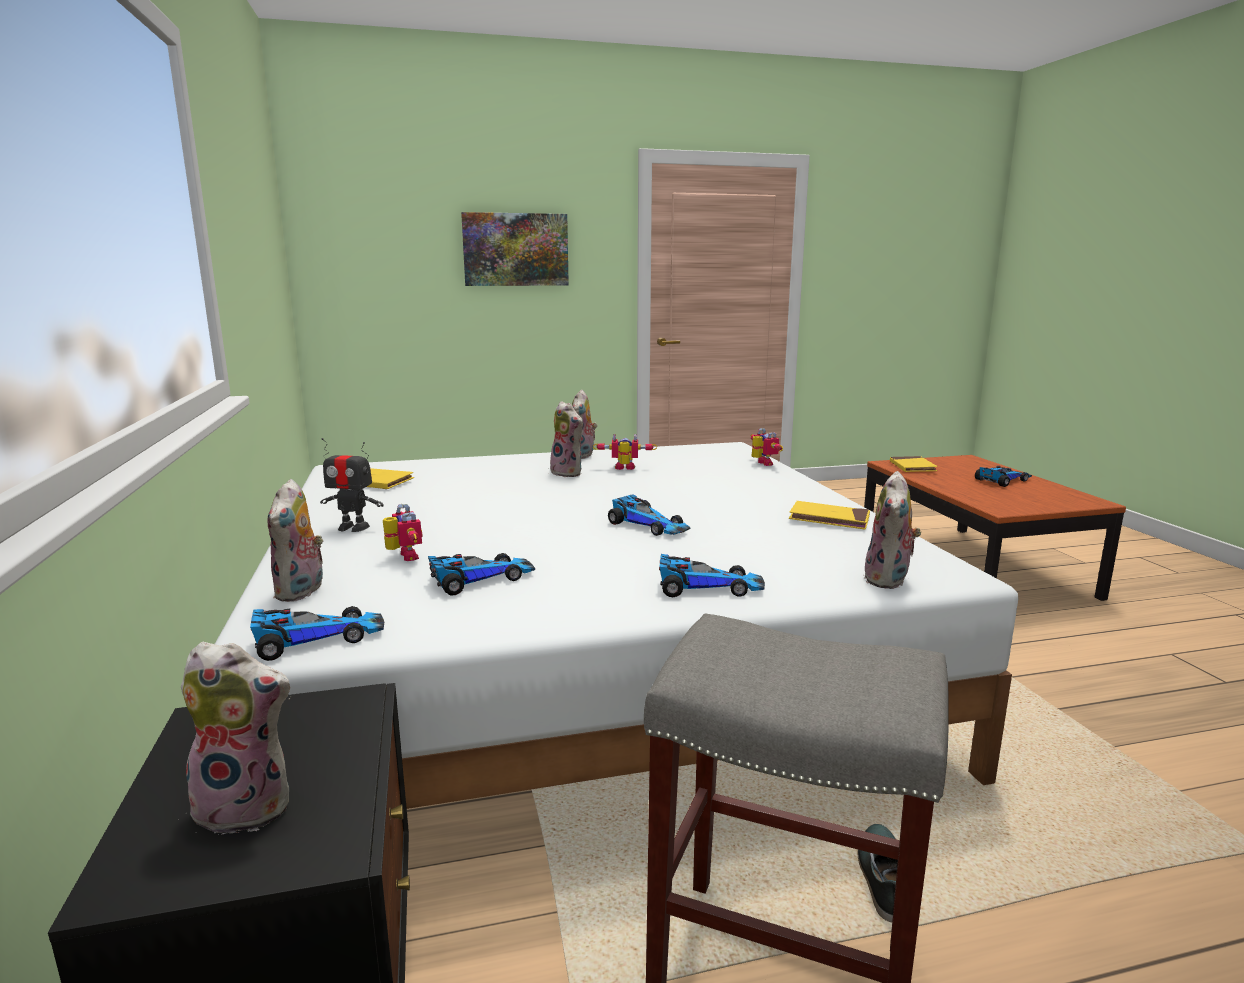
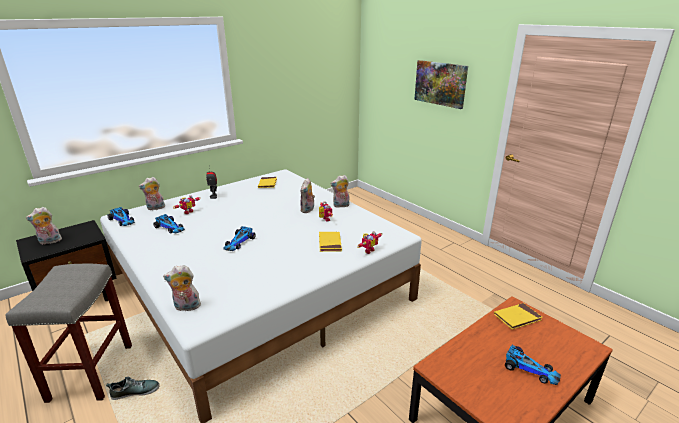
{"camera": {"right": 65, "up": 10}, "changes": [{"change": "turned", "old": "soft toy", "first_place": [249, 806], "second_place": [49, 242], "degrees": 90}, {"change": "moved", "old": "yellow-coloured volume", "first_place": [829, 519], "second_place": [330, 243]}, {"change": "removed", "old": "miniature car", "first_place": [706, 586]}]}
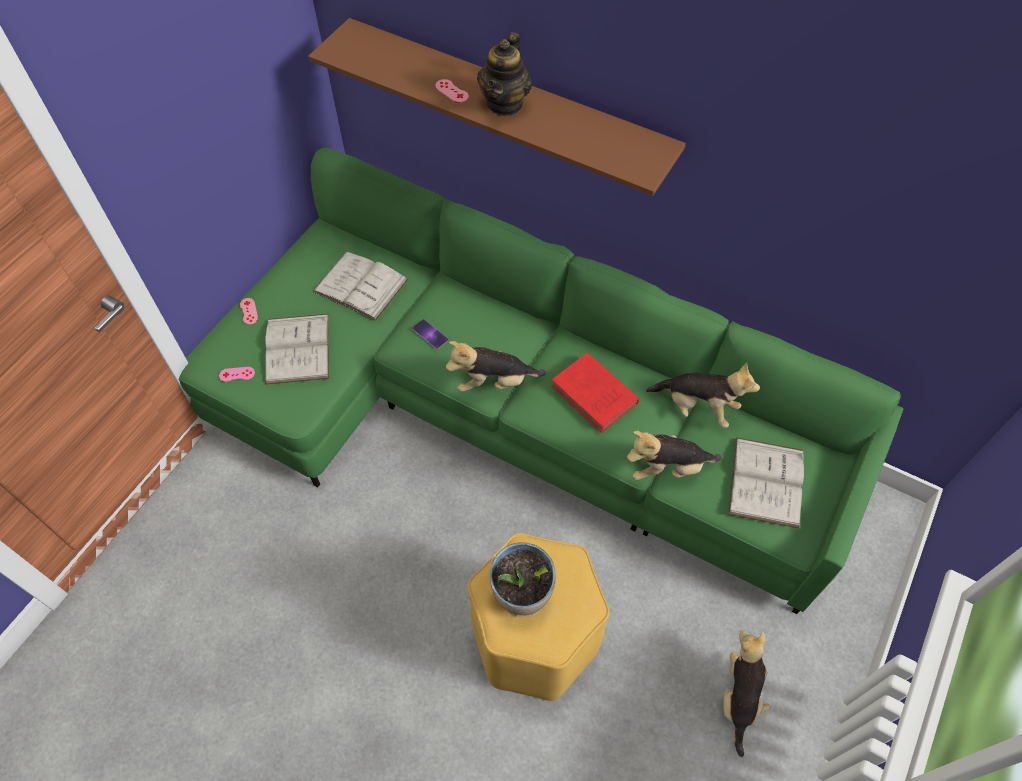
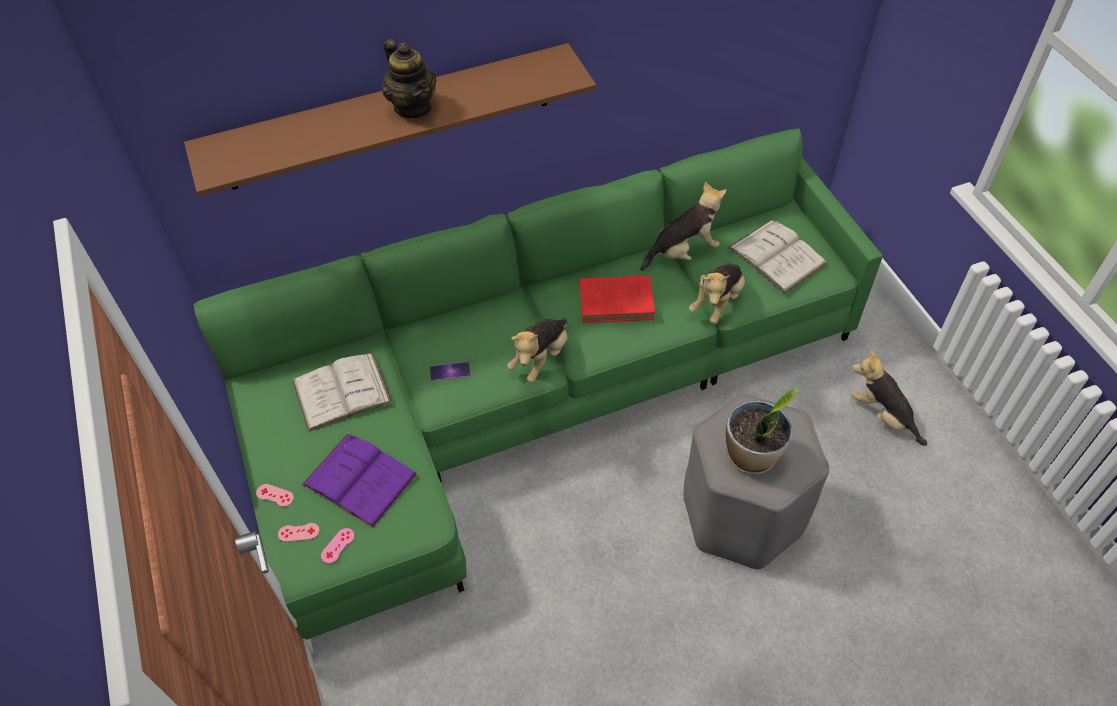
{"camera": {"right": -50, "up": -5}, "changes": [{"change": "moved", "old": "pink-coloured joypad", "first_place": [452, 91], "second_place": [299, 532]}, {"change": "recoloured", "old": "white volume", "new": "purple-coloured volume", "first_place": [297, 348], "second_place": [360, 479]}, {"change": "recoloured", "old": "yellow-coloured stool", "new": "grey stool", "first_place": [534, 640], "second_place": [743, 515]}]}
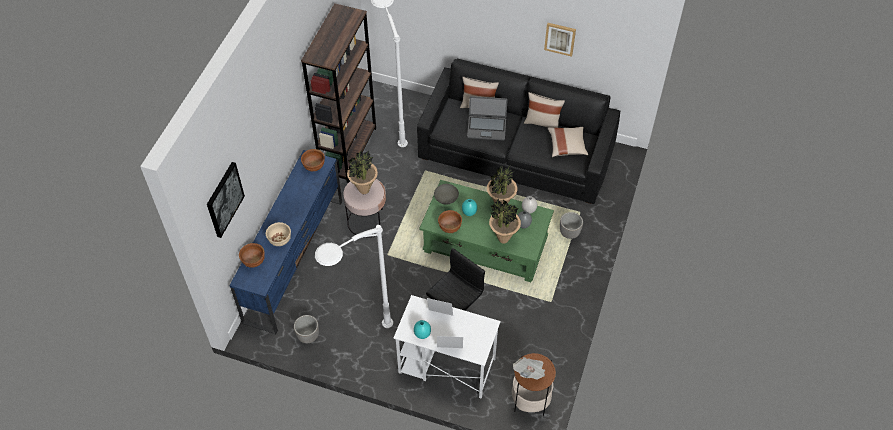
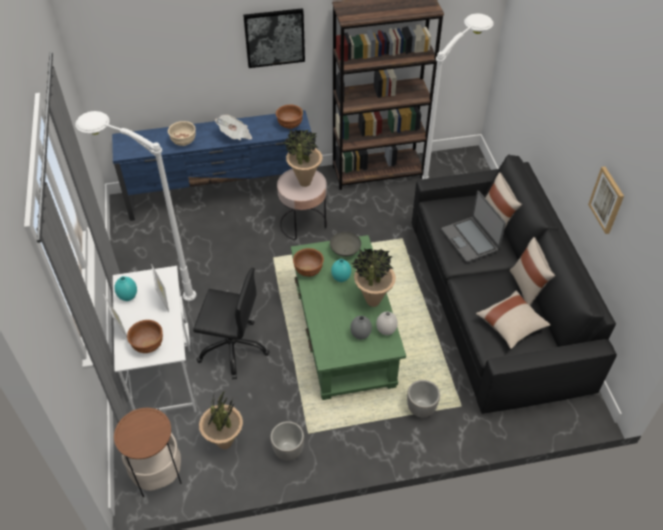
{"camera": {"right": 60, "up": -5}, "changes": [{"change": "moved", "old": "brown-coloured deep dish", "first_place": [253, 261], "second_place": [148, 345]}, {"change": "moved", "old": "plant in a pot", "first_place": [503, 239], "second_place": [225, 443]}, {"change": "moved", "old": "printed paper", "first_place": [530, 372], "second_place": [235, 135]}, {"change": "moved", "old": "picture", "first_place": [224, 199], "second_place": [274, 37]}, {"change": "moved", "old": "planter", "first_place": [308, 337], "second_place": [288, 451]}]}
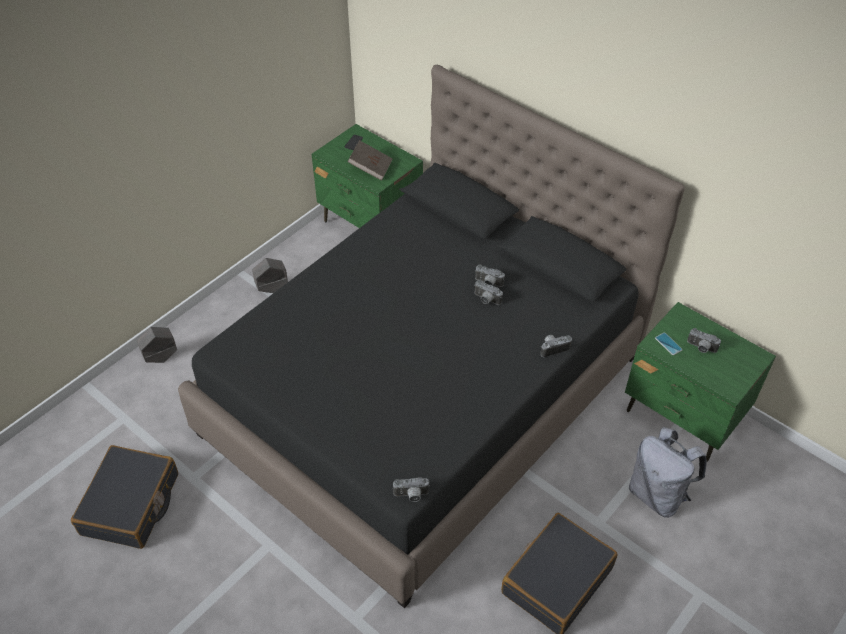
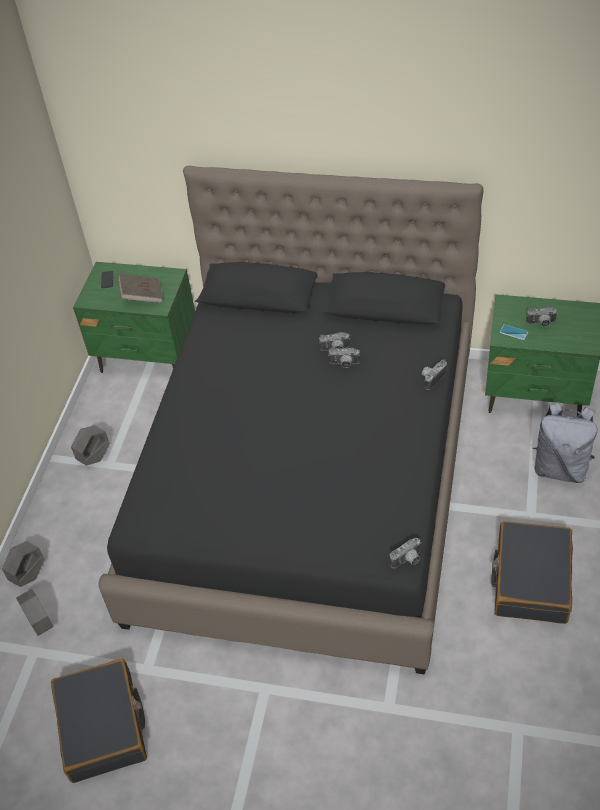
{"camera": {"right": -25, "up": 0}, "changes": [{"change": "added", "new": "grey planter", "second_place": [40, 623]}]}
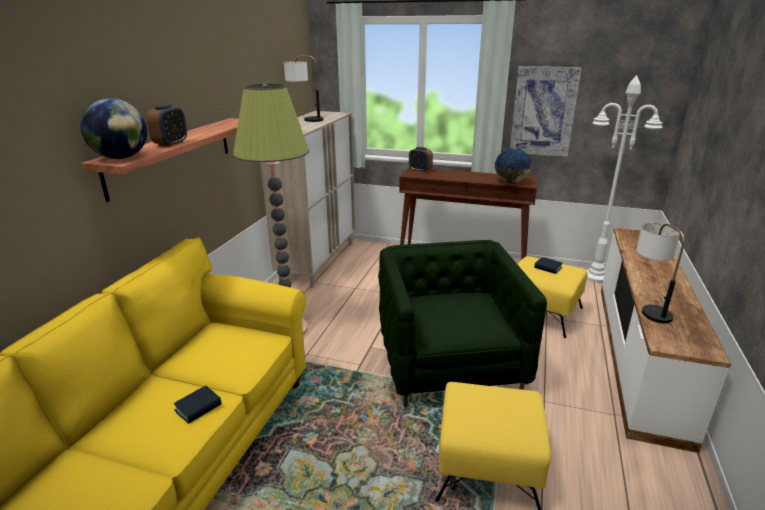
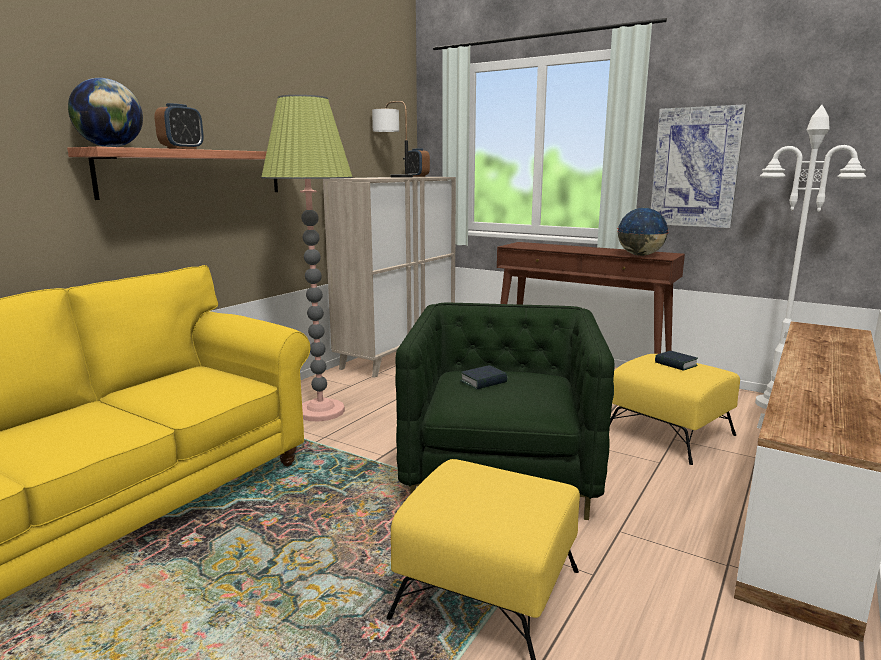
{"camera": {"right": 15, "up": -10}, "changes": [{"change": "moved", "old": "alarm clock", "first_place": [420, 170], "second_place": [417, 176]}, {"change": "moved", "old": "volume", "first_place": [198, 408], "second_place": [483, 382]}, {"change": "removed", "old": "lamp for a table", "first_place": [648, 307]}]}
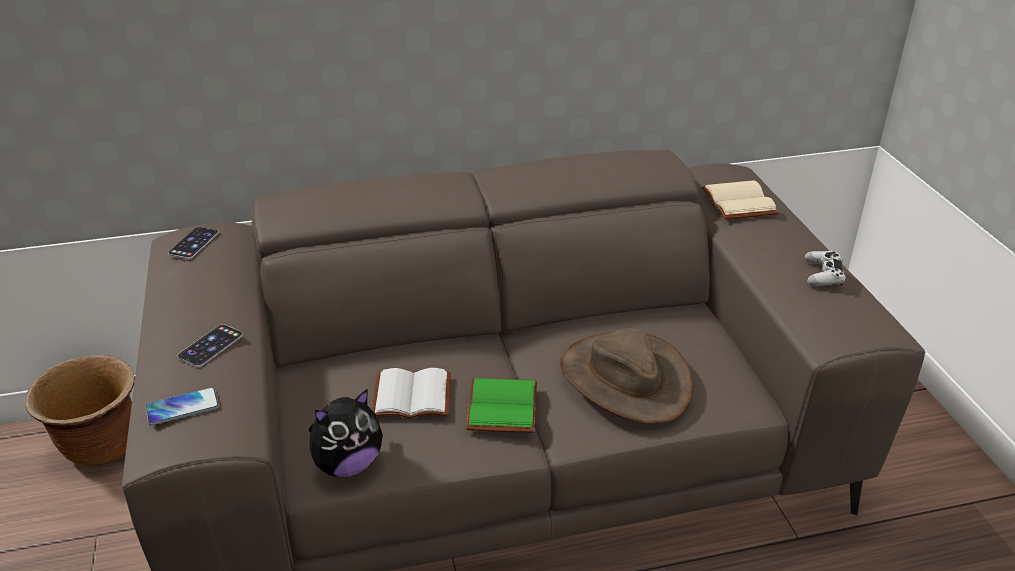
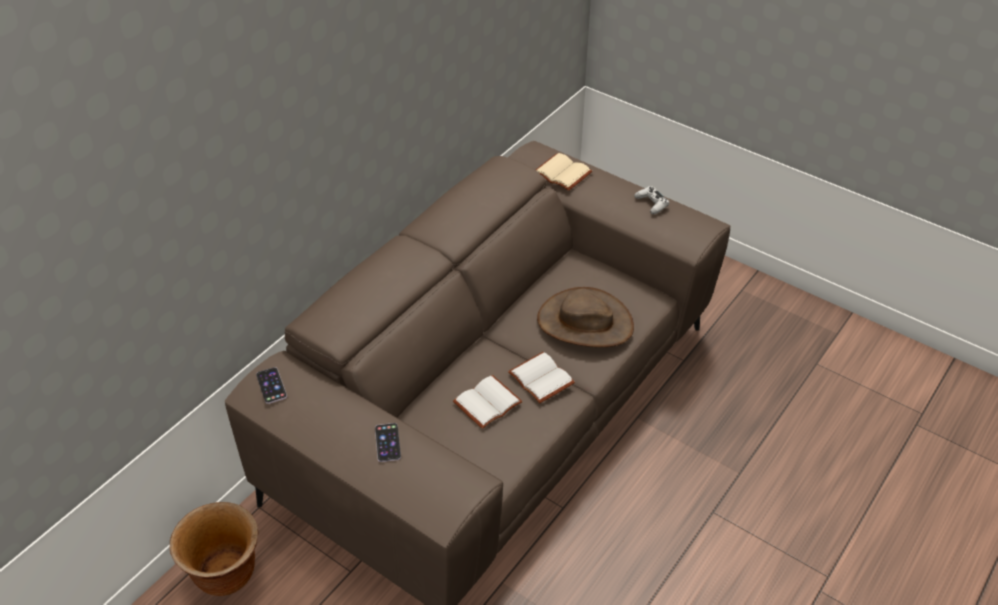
{"camera": {"right": -40, "up": 10}, "changes": [{"change": "recoloured", "old": "greenish volume", "new": "white volume", "first_place": [500, 406], "second_place": [539, 378]}, {"change": "removed", "old": "handset", "first_place": [182, 407]}, {"change": "removed", "old": "soft toy", "first_place": [347, 464]}]}
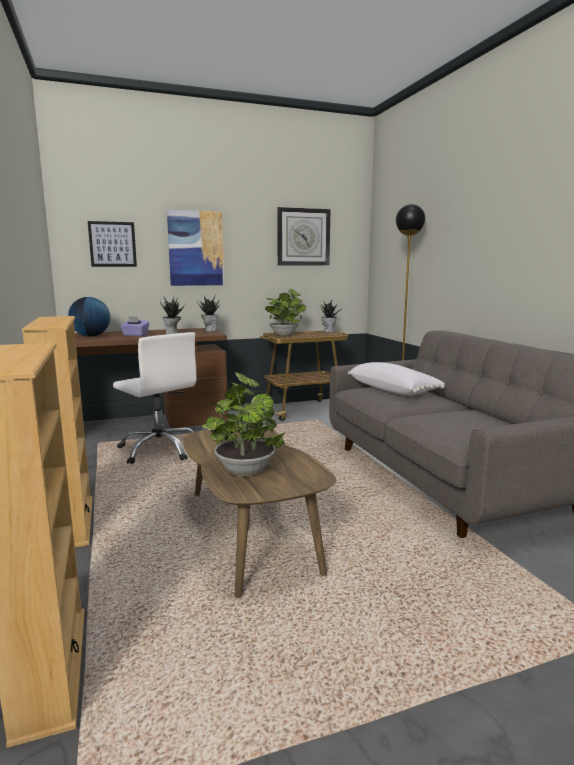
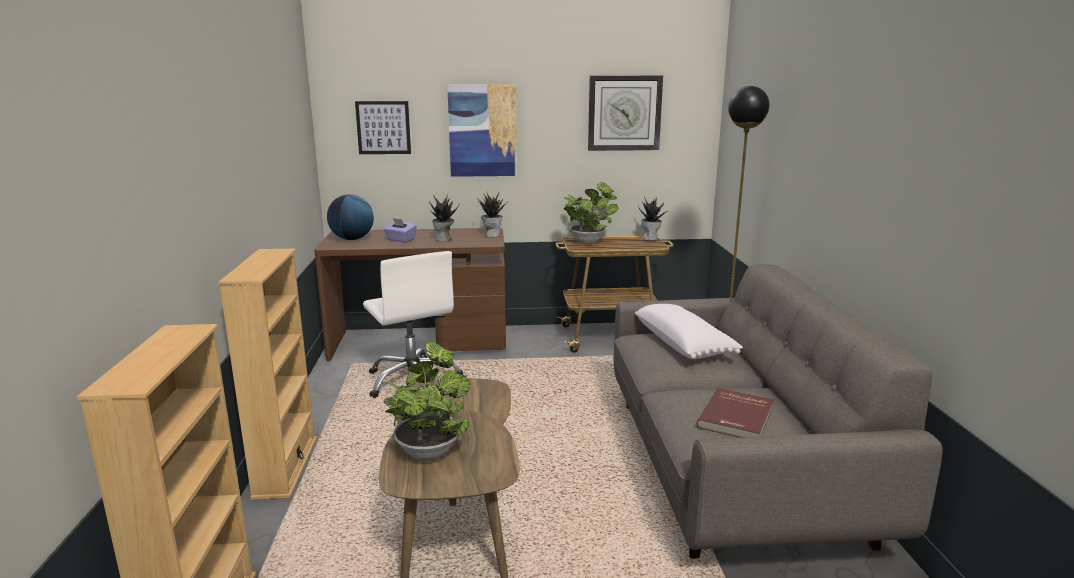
{"camera": {"right": 15, "up": 5}, "changes": [{"change": "added", "new": "red-coloured volume", "second_place": [737, 417]}]}
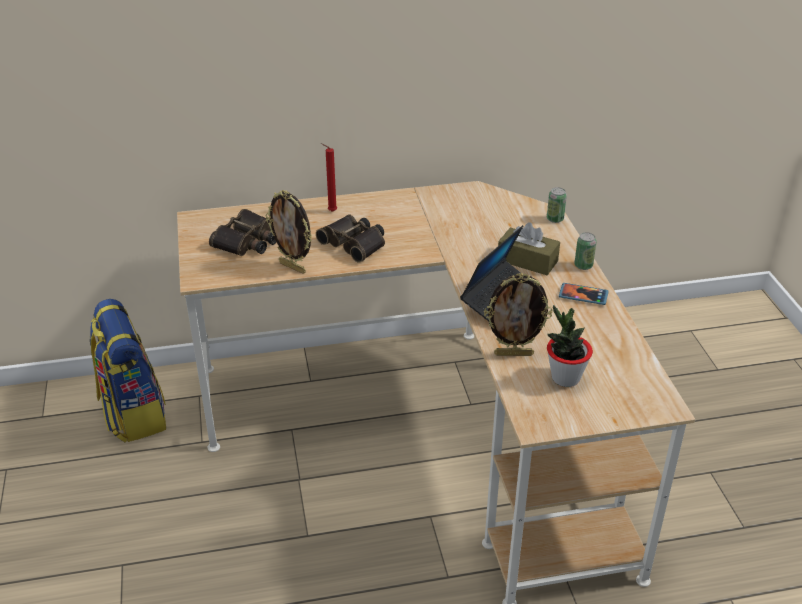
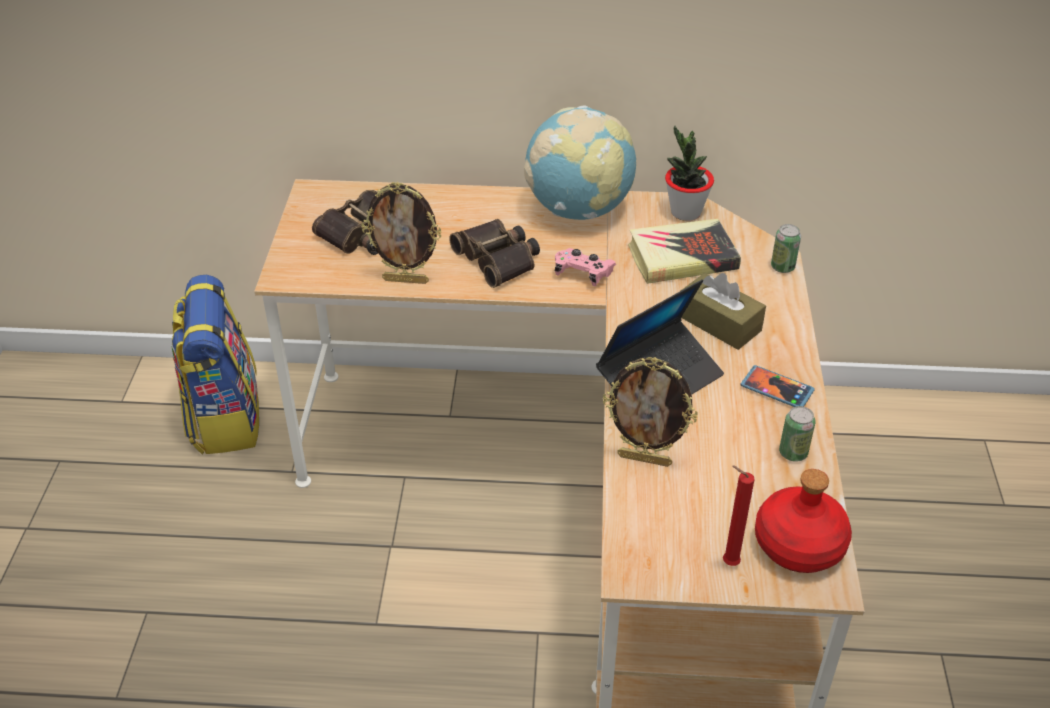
{"camera": {"right": 15, "up": 5}, "changes": [{"change": "turned", "old": "photo frame", "first_place": [293, 267], "second_place": [406, 280], "degrees": -45}, {"change": "added", "new": "globe", "second_place": [578, 210]}, {"change": "added", "new": "pink-coloured joypad", "second_place": [583, 274]}, {"change": "added", "new": "volume", "second_place": [682, 257]}, {"change": "moved", "old": "plant in a pot", "first_place": [565, 378], "second_place": [685, 212]}, {"change": "moved", "old": "red-coloured wax candle", "first_place": [330, 211], "second_place": [727, 563]}, {"change": "added", "new": "red-coloured beverage bottle", "second_place": [799, 546]}, {"change": "moved", "old": "sealed can", "first_place": [583, 266], "second_place": [793, 453]}]}
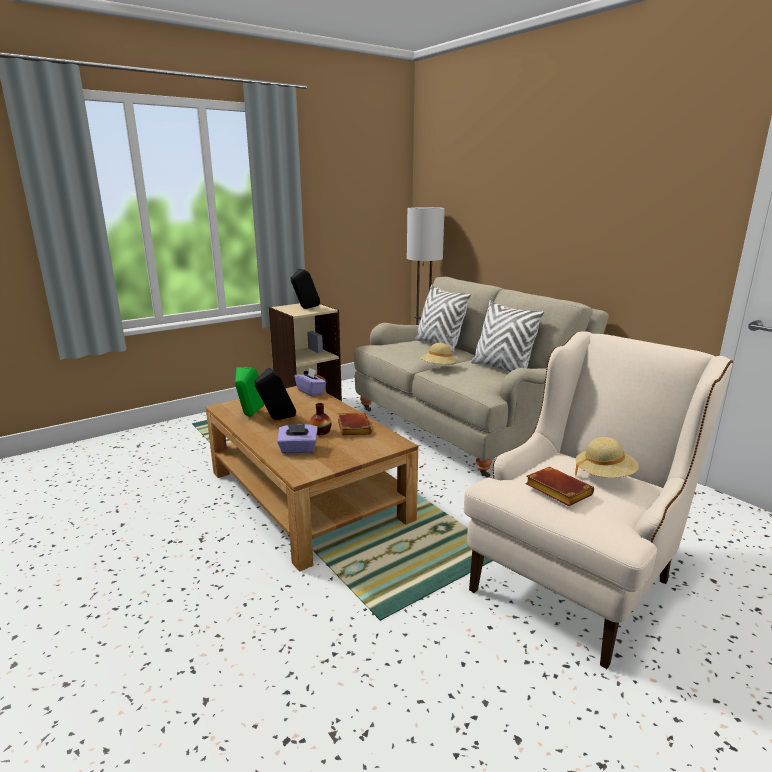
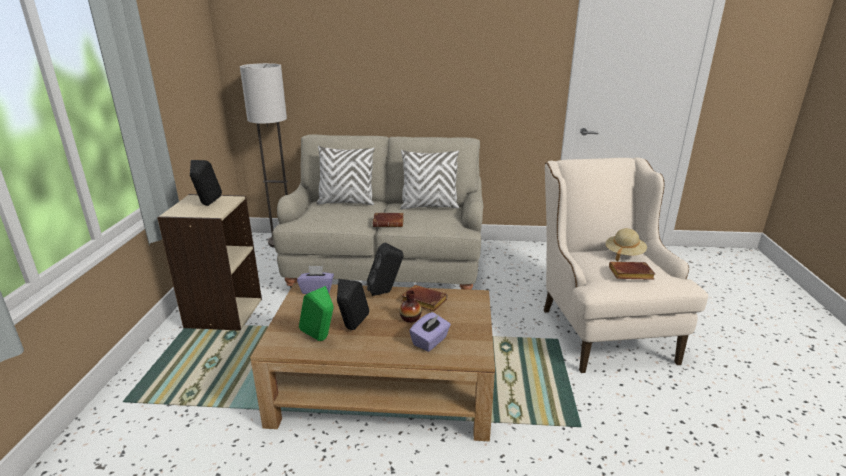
{"camera": {"right": -50, "up": 5}, "changes": [{"change": "added", "new": "blackish speaker", "second_place": [386, 292]}, {"change": "replaced", "old": "beige-coloured wearable hat", "new": "brown-coloured volume", "first_place": [438, 368], "second_place": [389, 222]}]}
